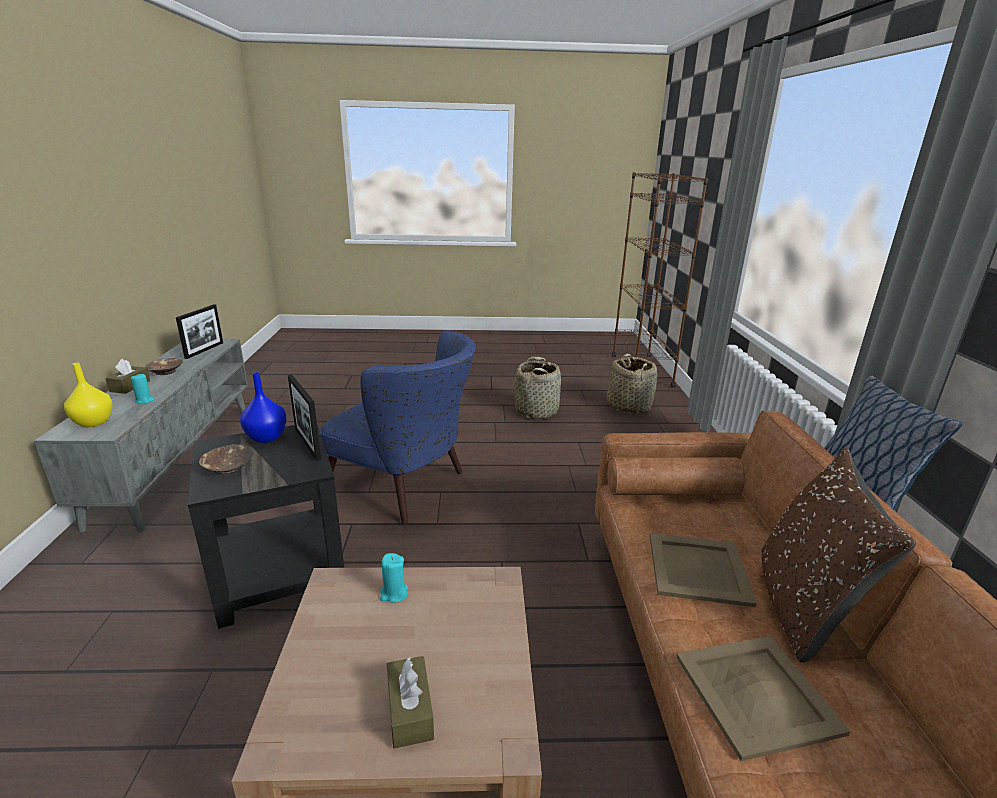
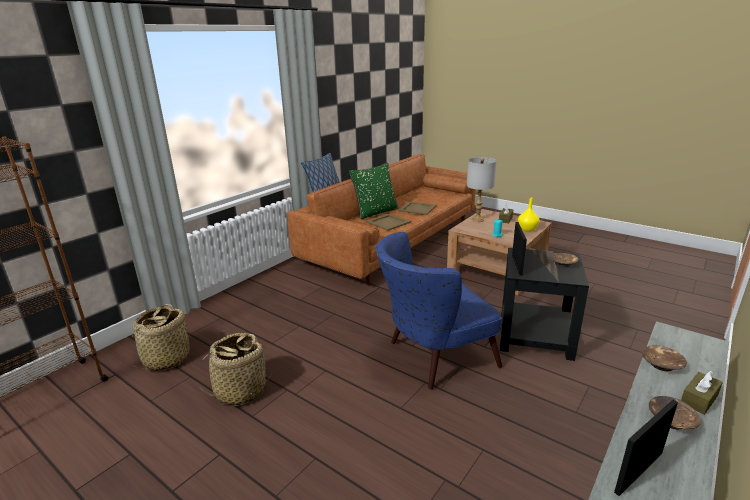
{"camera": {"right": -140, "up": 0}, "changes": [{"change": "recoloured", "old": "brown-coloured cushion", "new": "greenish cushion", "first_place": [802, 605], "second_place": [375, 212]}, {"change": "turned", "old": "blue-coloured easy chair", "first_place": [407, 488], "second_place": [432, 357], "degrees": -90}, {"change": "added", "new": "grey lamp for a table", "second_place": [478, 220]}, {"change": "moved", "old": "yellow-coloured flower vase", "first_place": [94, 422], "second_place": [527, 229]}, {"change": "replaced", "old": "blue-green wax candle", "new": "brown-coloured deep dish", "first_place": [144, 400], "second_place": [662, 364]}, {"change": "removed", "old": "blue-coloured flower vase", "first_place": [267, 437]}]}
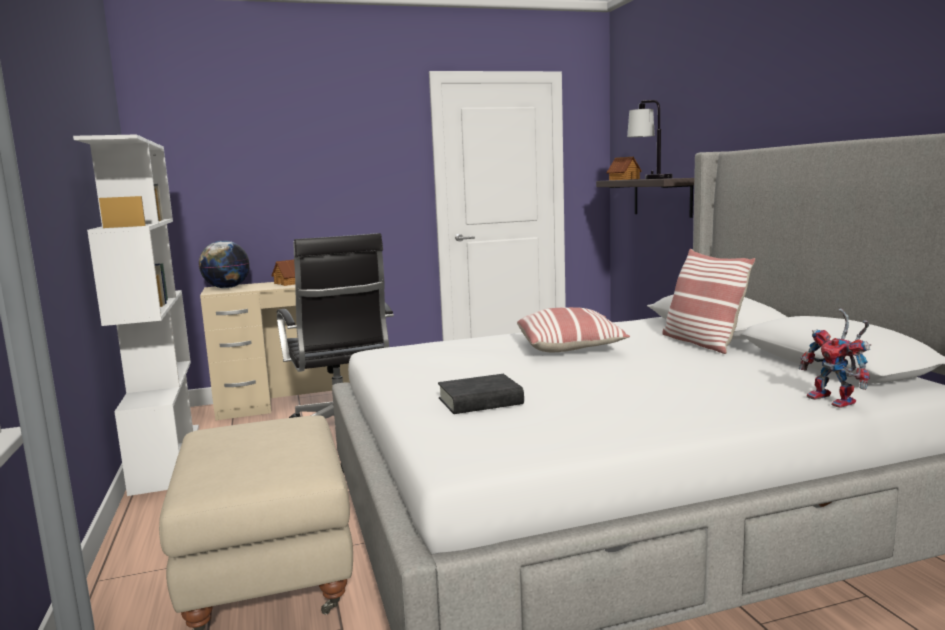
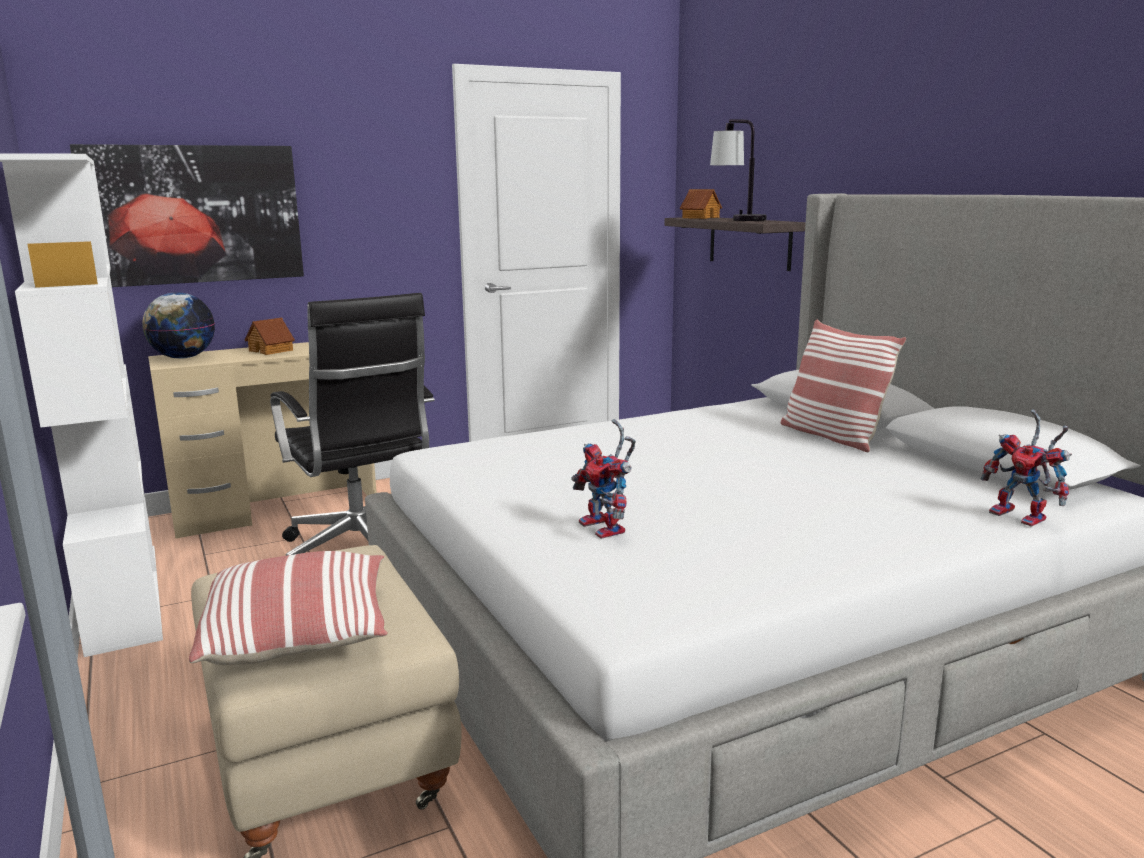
{"camera": {"right": -10, "up": 5}, "changes": [{"change": "added", "new": "picture", "second_place": [194, 214]}, {"change": "moved", "old": "cushion", "first_place": [570, 347], "second_place": [300, 634]}, {"change": "replaced", "old": "blackish volume", "new": "toy robot", "first_place": [480, 401], "second_place": [607, 529]}]}
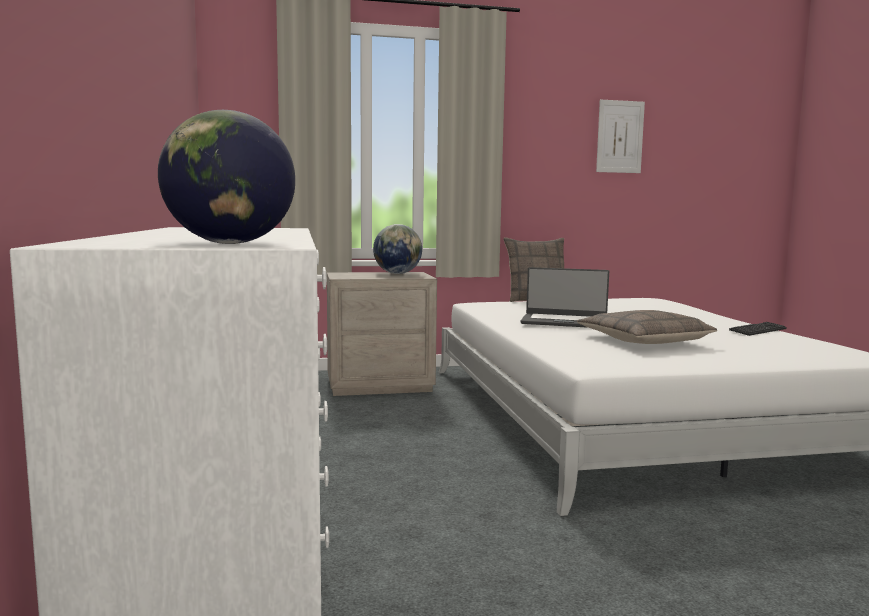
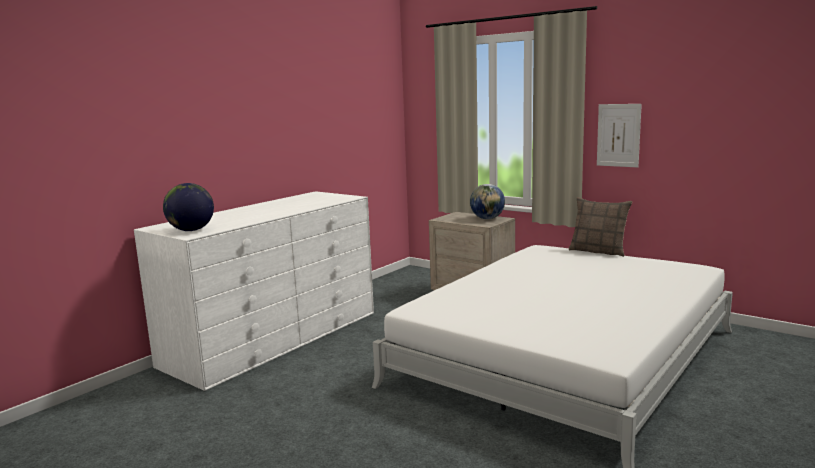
{"camera": {"right": 50, "up": 5}, "changes": [{"change": "moved", "old": "picture", "first_place": [620, 137], "second_place": [618, 135]}, {"change": "removed", "old": "portable computer", "first_place": [564, 321]}, {"change": "removed", "old": "cushion", "first_place": [643, 340]}, {"change": "removed", "old": "computer keyboard", "first_place": [758, 330]}]}
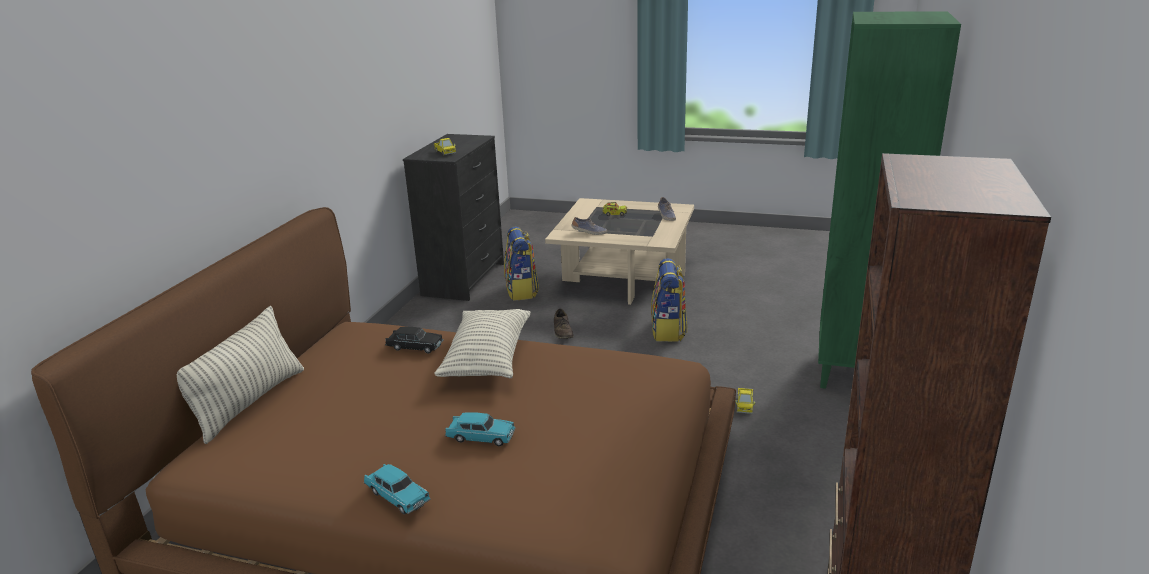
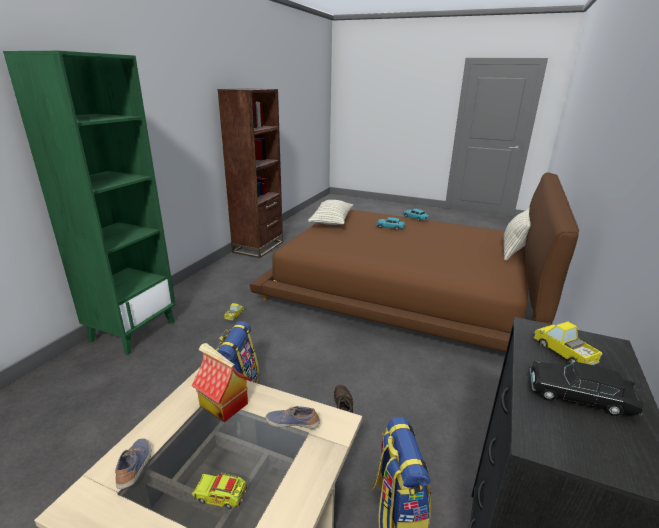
{"camera": {"right": -175, "up": 0}, "changes": [{"change": "added", "new": "toy house", "second_place": [222, 404]}, {"change": "moved", "old": "cushion", "first_place": [487, 358], "second_place": [331, 221]}, {"change": "moved", "old": "blackish miniature car", "first_place": [415, 347], "second_place": [579, 397]}]}
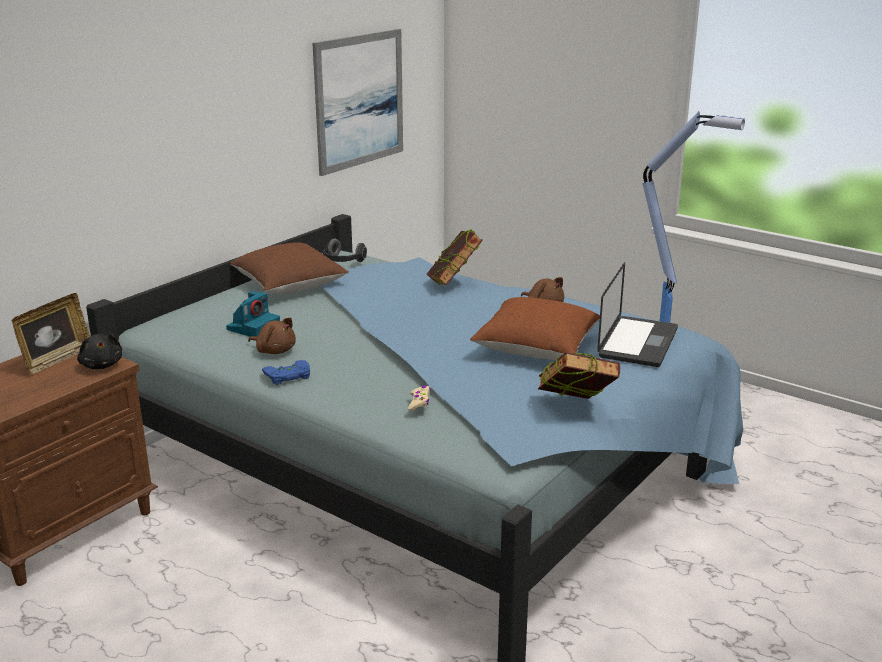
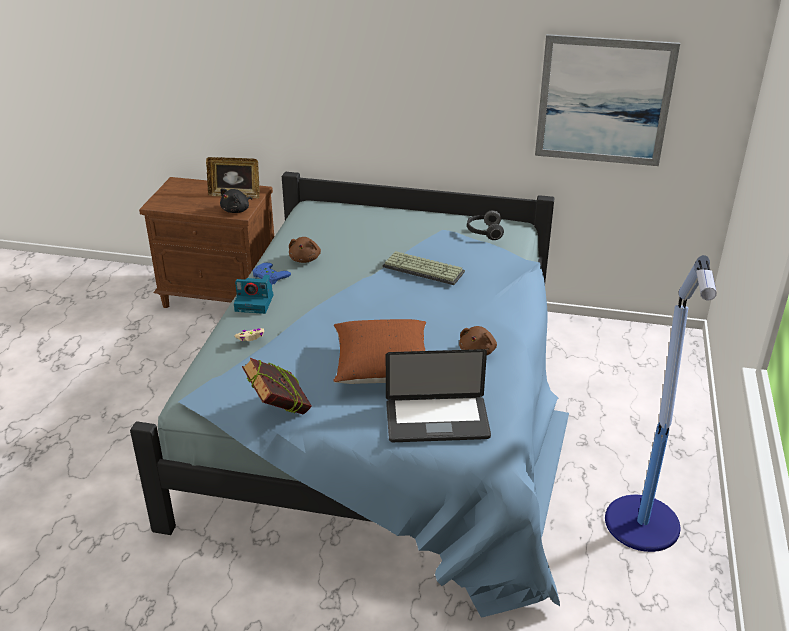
{"camera": {"right": 65, "up": 10}, "changes": [{"change": "moved", "old": "still camera", "first_place": [254, 327], "second_place": [255, 303]}, {"change": "added", "new": "computer keyboard", "second_place": [424, 269]}, {"change": "removed", "old": "brown-coloured cushion", "first_place": [289, 286]}, {"change": "removed", "old": "volume", "first_place": [454, 284]}]}
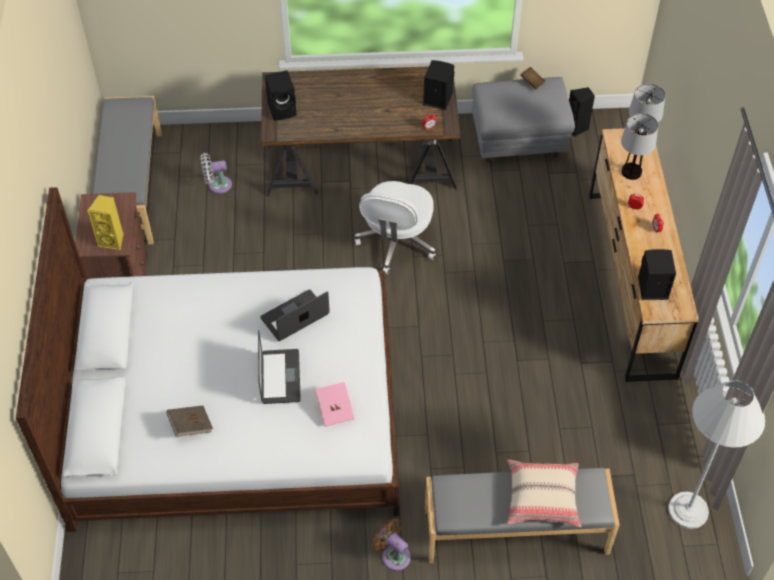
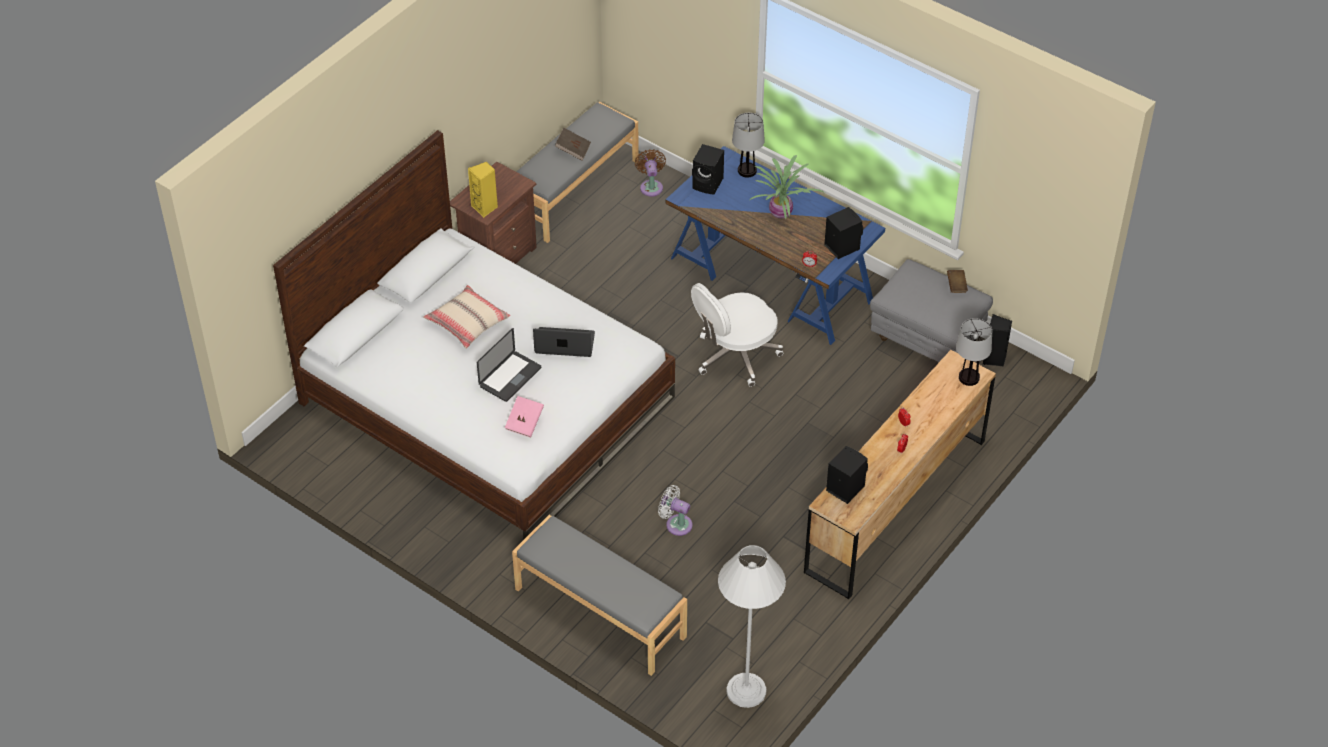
{"camera": {"right": 40, "up": -5}, "changes": [{"change": "moved", "old": "beige-coloured cushion", "first_place": [542, 498], "second_place": [467, 323]}, {"change": "moved", "old": "brown-coloured volume", "first_place": [191, 426], "second_place": [573, 150]}, {"change": "moved", "old": "brown-coloured electric fan", "first_place": [393, 555], "second_place": [651, 186]}, {"change": "moved", "old": "white electric fan", "first_place": [217, 185], "second_place": [676, 524]}, {"change": "recoloured", "old": "brown-coloured desk", "new": "blue-coloured desk", "first_place": [361, 165], "second_place": [772, 278]}, {"change": "moved", "old": "lamp for a table", "first_place": [631, 172], "second_place": [746, 170]}, {"change": "added", "new": "plant in a pot", "second_place": [782, 214]}]}
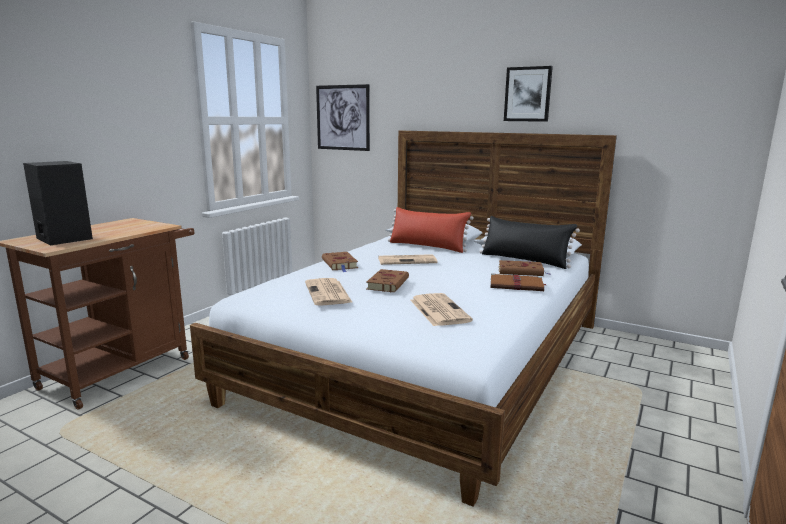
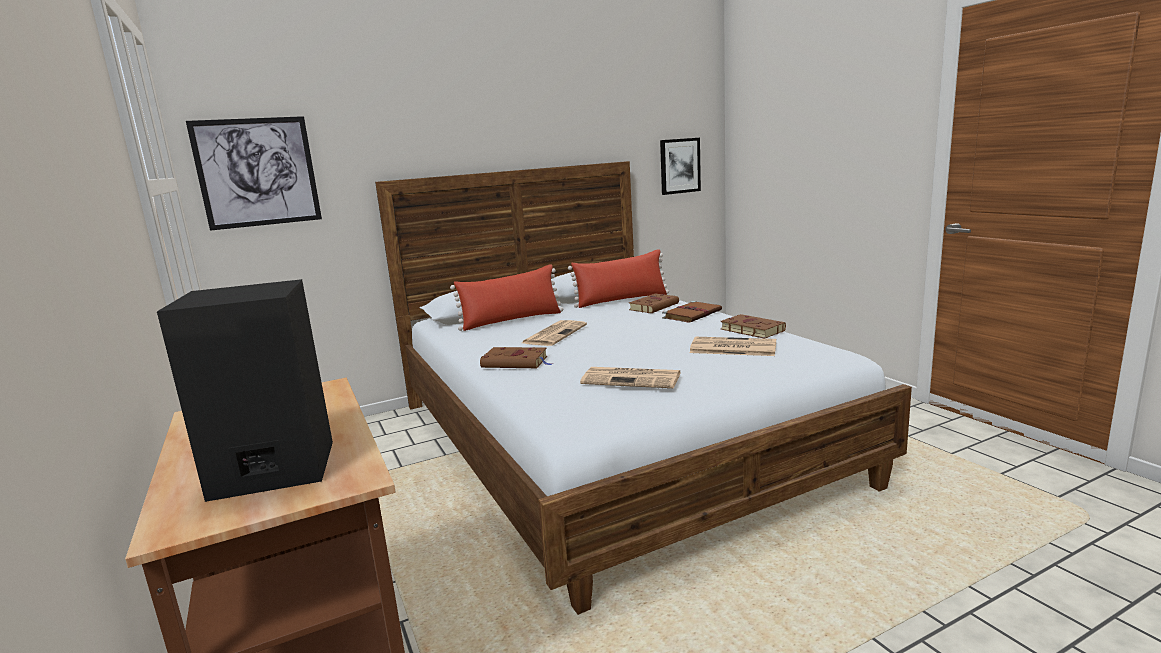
{"camera": {"right": -55, "up": 0}, "changes": [{"change": "recoloured", "old": "blackish cushion", "new": "red-coloured cushion", "first_place": [524, 260], "second_place": [621, 300]}, {"change": "moved", "old": "picture", "first_place": [527, 94], "second_place": [679, 166]}, {"change": "moved", "old": "brown-coloured volume", "first_place": [388, 283], "second_place": [750, 330]}]}
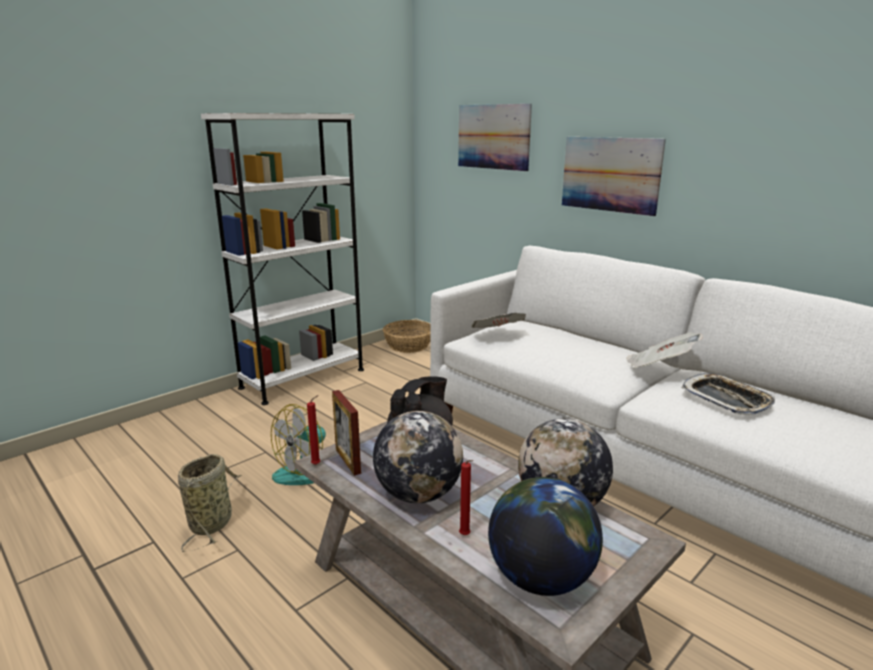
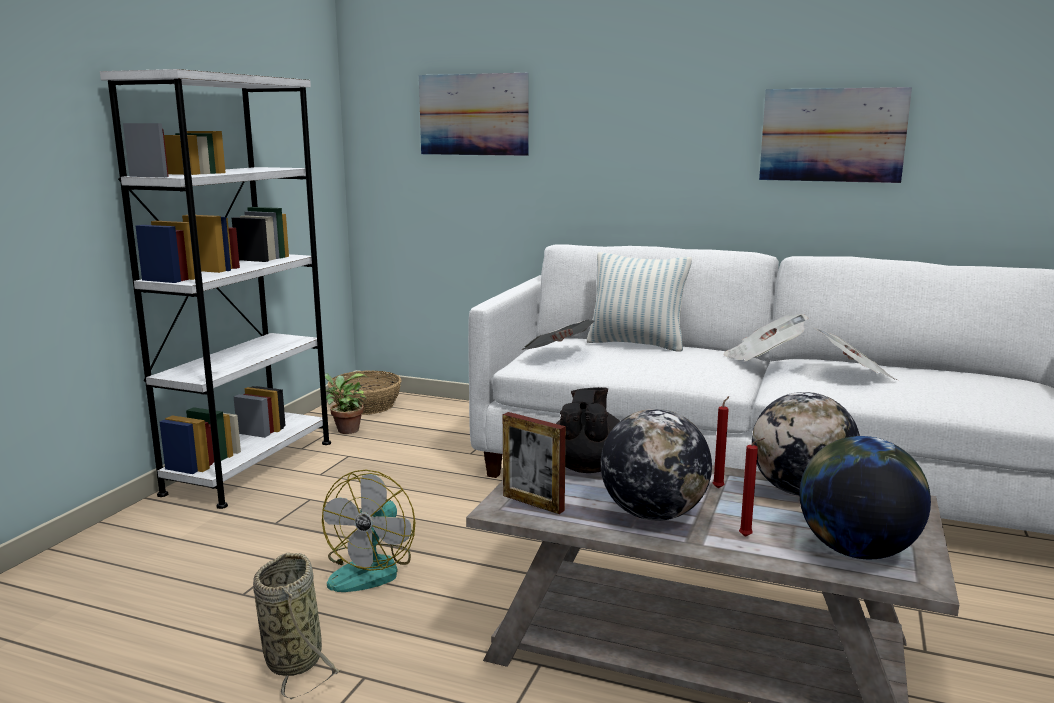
{"camera": {"right": -25, "up": -5}, "changes": [{"change": "added", "new": "plant in a pot", "second_place": [345, 430]}, {"change": "added", "new": "cushion", "second_place": [636, 344]}, {"change": "moved", "old": "red-coloured wax candle", "first_place": [317, 464], "second_place": [719, 487]}, {"change": "moved", "old": "picture", "first_place": [610, 174], "second_place": [832, 135]}, {"change": "replaced", "old": "tray", "new": "printed paper", "first_place": [726, 399], "second_place": [854, 375]}]}
